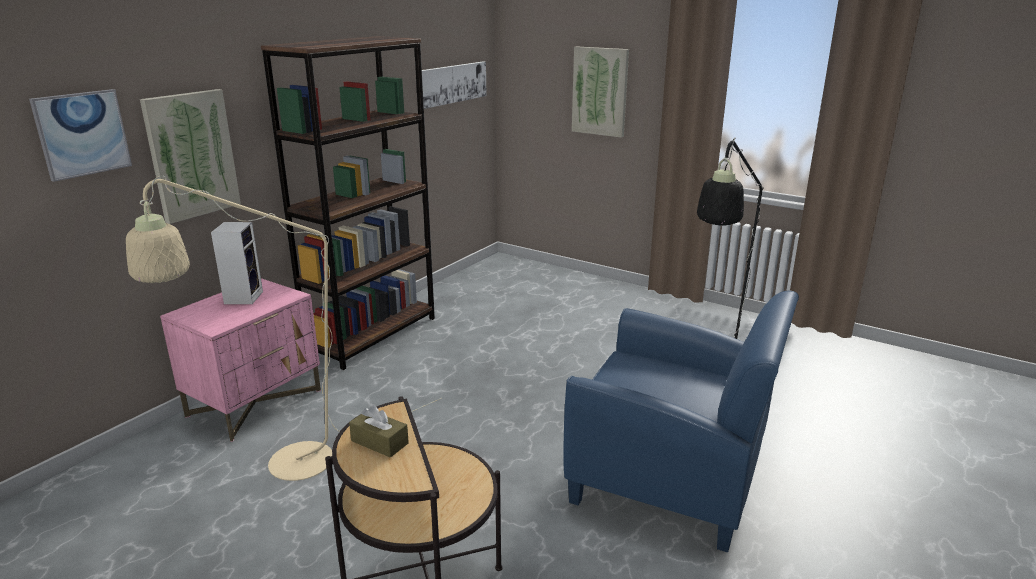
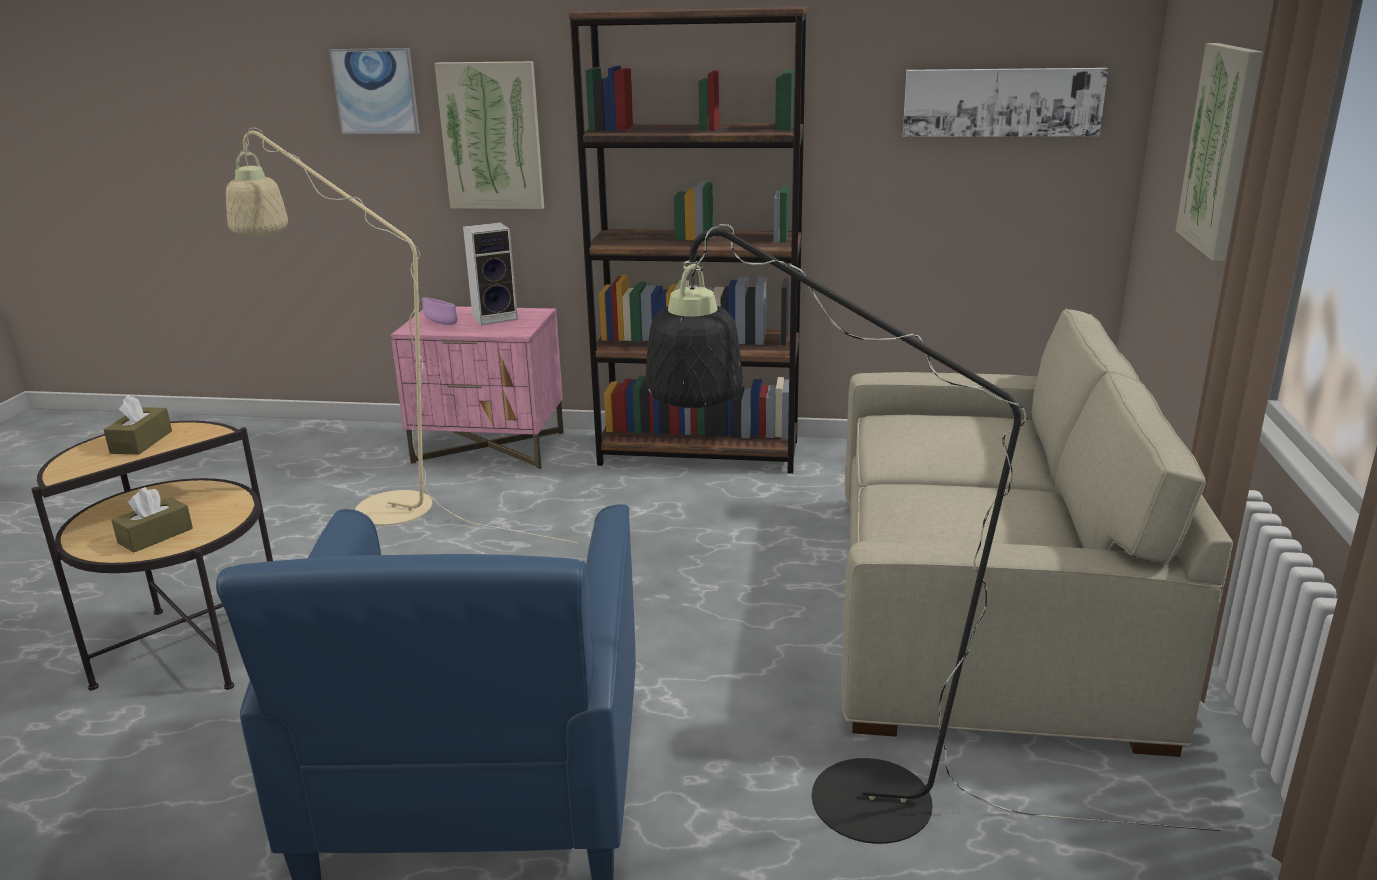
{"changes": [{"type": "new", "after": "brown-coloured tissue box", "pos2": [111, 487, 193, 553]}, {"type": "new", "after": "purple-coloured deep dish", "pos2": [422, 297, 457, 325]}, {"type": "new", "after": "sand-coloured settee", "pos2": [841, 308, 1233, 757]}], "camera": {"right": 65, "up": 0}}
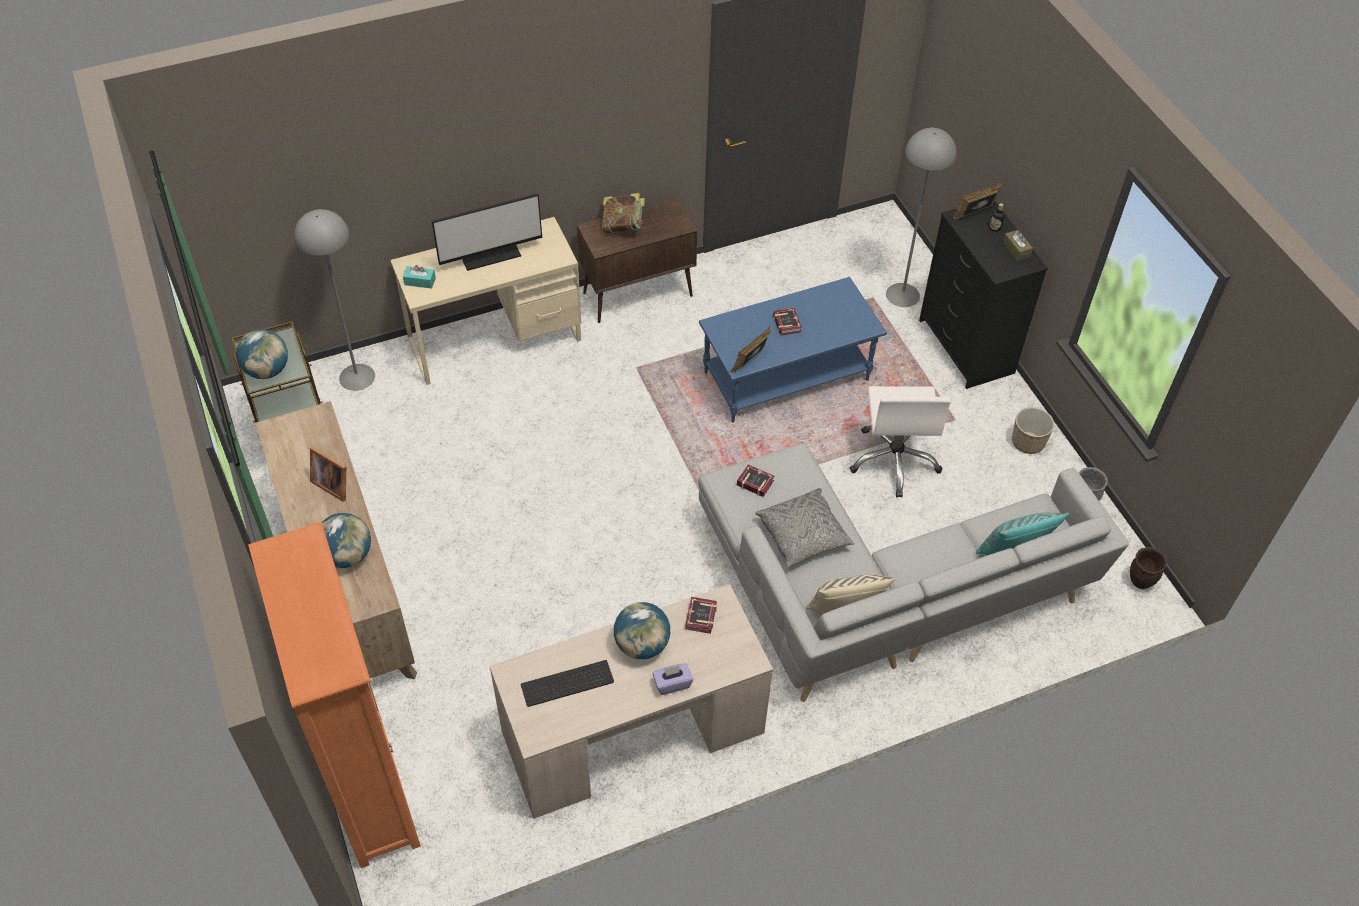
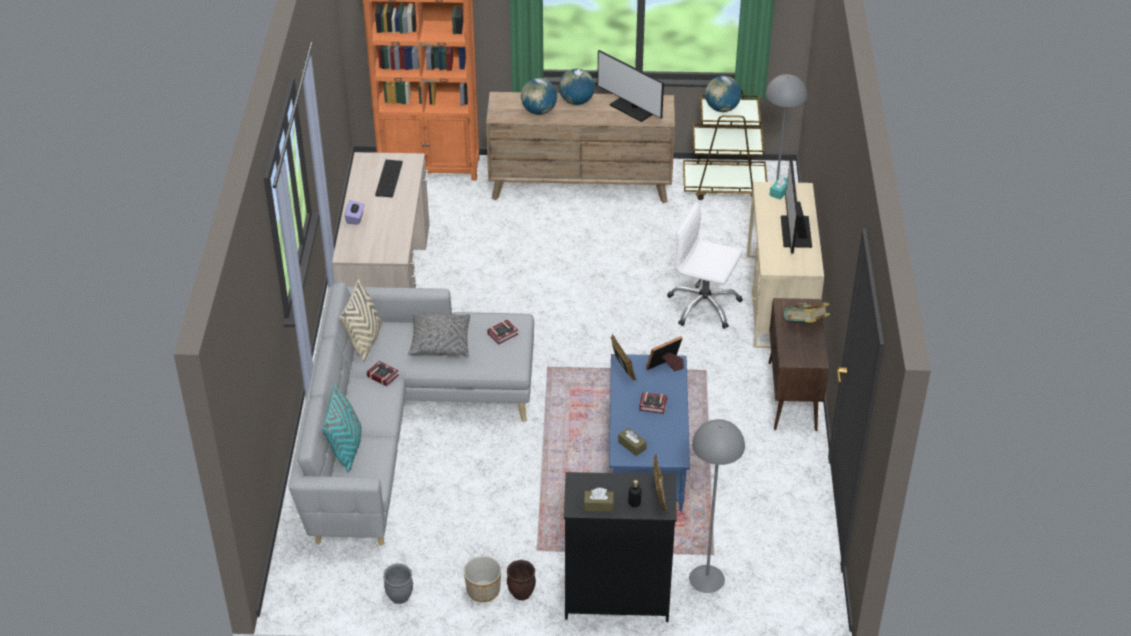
{"changes": [{"type": "new", "after": "computer screen", "pos2": [597, 50, 664, 122]}, {"type": "new", "after": "brown-coloured tissue box", "pos2": [618, 428, 647, 456]}, {"type": "shifted", "before": "picture frame", "pos1": [310, 446, 346, 502], "pos2": [646, 336, 684, 371]}, {"type": "shifted", "before": "desk globe", "pos1": [614, 602, 670, 659], "pos2": [559, 69, 595, 105]}, {"type": "shifted", "before": "volume", "pos1": [685, 597, 717, 634], "pos2": [367, 361, 399, 386]}, {"type": "shifted", "before": "white-coloured office chair", "pos1": [850, 386, 951, 498], "pos2": [667, 202, 743, 329]}, {"type": "shifted", "before": "brown-coloured flower pot", "pos1": [1130, 547, 1167, 589], "pos2": [507, 560, 536, 601]}], "camera": {"right": 115, "up": -10}}
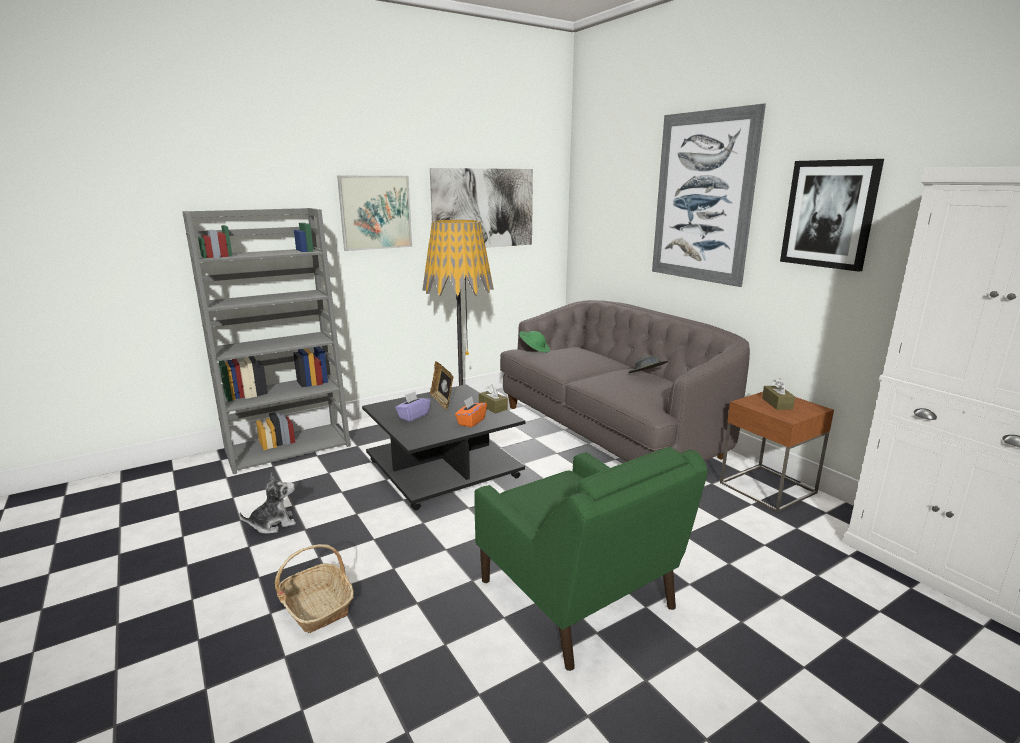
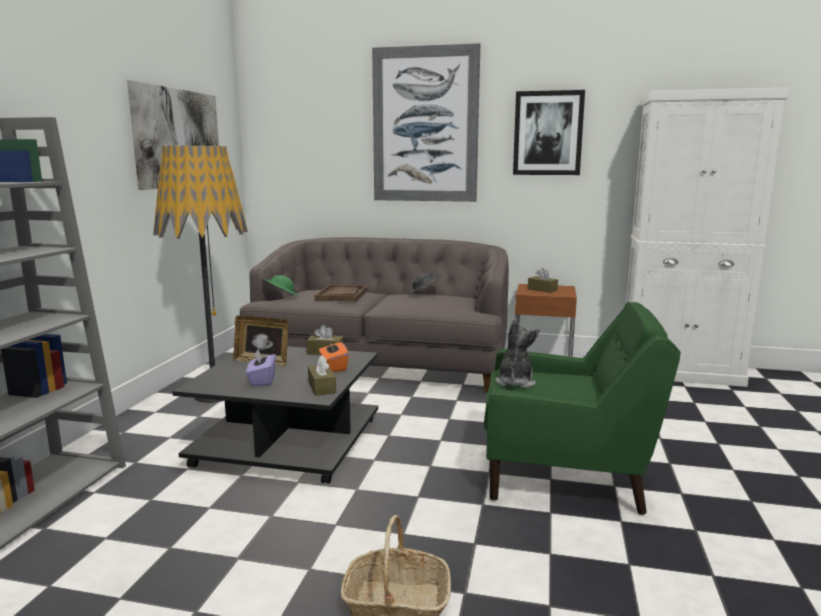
{"changes": [{"type": "gone", "before": "wall picture", "pos1": [337, 176, 412, 251]}, {"type": "new", "after": "brown-coloured tissue box", "pos2": [308, 355, 336, 396]}, {"type": "new", "after": "brown-coloured tray", "pos2": [315, 284, 367, 302]}, {"type": "shifted", "before": "plush toy", "pos1": [239, 473, 296, 534], "pos2": [495, 319, 539, 388]}], "camera": {"right": -45, "up": -5}}
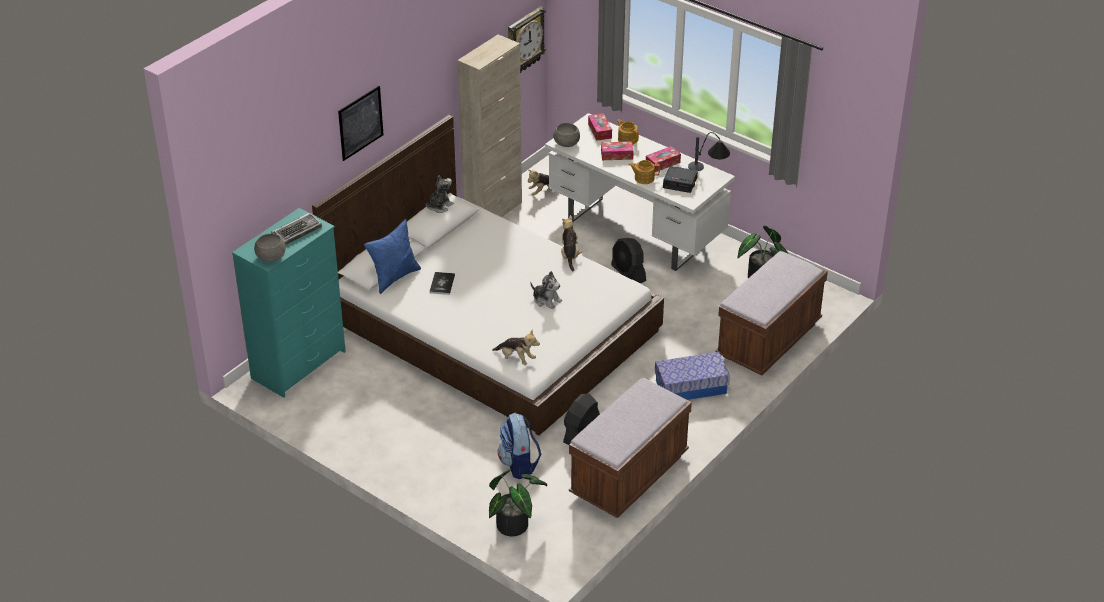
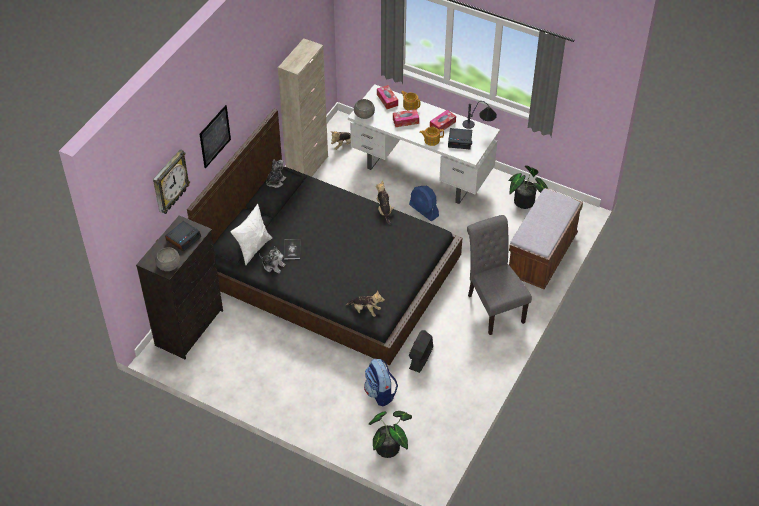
{"changes": [{"type": "gone", "before": "brown-coloured bench", "pos1": [569, 378, 692, 518]}, {"type": "shifted", "before": "hanging clock", "pos1": [508, 6, 546, 73], "pos2": [153, 149, 190, 214]}, {"type": "shifted", "before": "plush toy", "pos1": [530, 271, 562, 309], "pos2": [259, 246, 285, 273]}, {"type": "swapped", "before": "keyboard", "after": "bedside clock", "pos1": [271, 213, 322, 245], "pos2": [165, 221, 201, 252]}, {"type": "swapped", "before": "storage bin", "after": "greyish upright chair", "pos1": [655, 352, 730, 400], "pos2": [467, 215, 532, 335]}, {"type": "repainted", "before": "turquoise chest of drawers", "after": "blackish chest of drawers", "pos1": [232, 208, 346, 398], "pos2": [136, 215, 223, 359]}, {"type": "repainted", "before": "white-coloured bedroom bed", "after": "blackish bedroom bed", "pos1": [312, 115, 664, 435], "pos2": [187, 109, 462, 366]}, {"type": "repainted", "before": "bluish pillow", "after": "white-coloured pillow", "pos1": [364, 219, 421, 294], "pos2": [231, 204, 272, 265]}, {"type": "repainted", "before": "blackish electric fan", "after": "bluish electric fan", "pos1": [611, 238, 646, 283], "pos2": [409, 186, 439, 221]}], "camera": {"right": -10, "up": 10}}
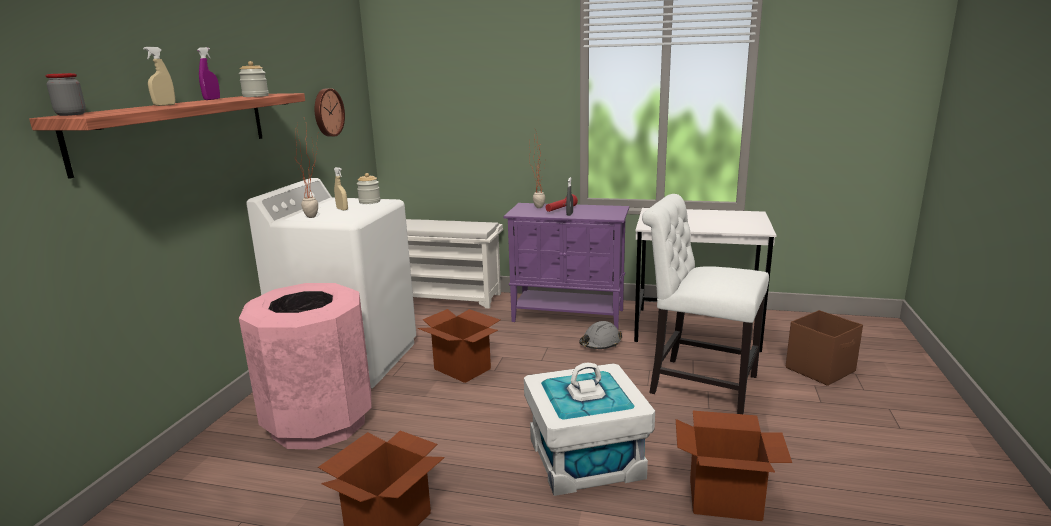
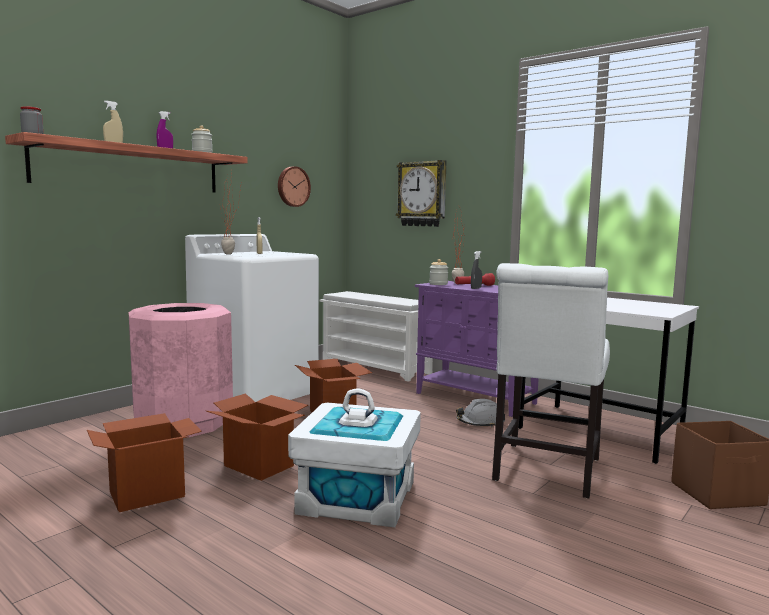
{"changes": [{"type": "new", "after": "hanging clock", "pos2": [396, 160, 447, 227]}, {"type": "shifted", "before": "storage jar", "pos1": [357, 173, 380, 204], "pos2": [429, 259, 448, 285]}, {"type": "shifted", "before": "packing box", "pos1": [676, 411, 792, 521], "pos2": [206, 393, 308, 481]}, {"type": "rotated", "before": "white-coloured upright chair", "pos1": [642, 194, 769, 414], "pos2": [492, 263, 610, 498], "turn": -120}], "camera": {"right": 25, "up": -10}}
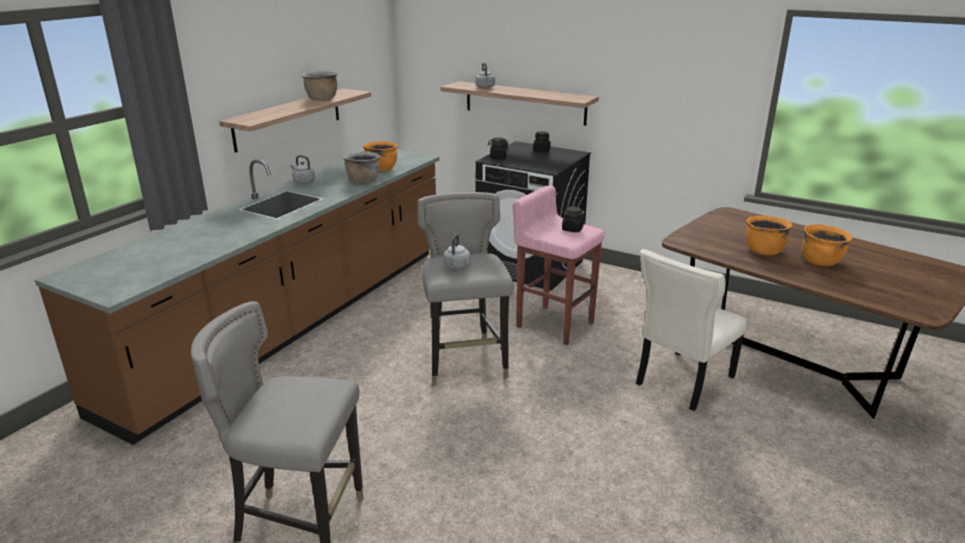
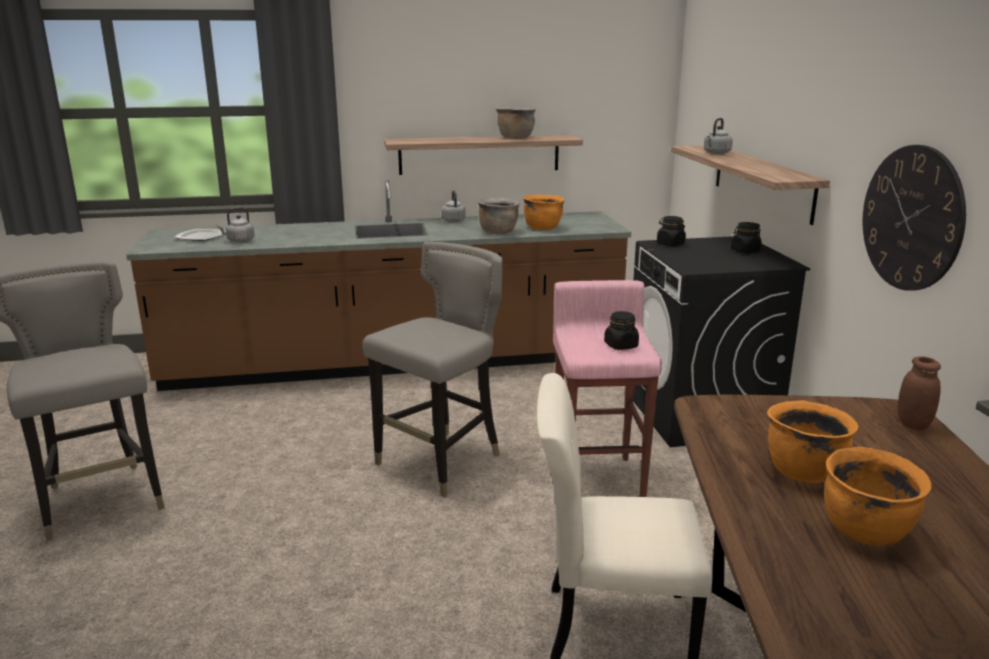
{"changes": [{"type": "new", "after": "dinner plate", "pos2": [174, 229, 226, 241]}, {"type": "new", "after": "hanging clock", "pos2": [863, 145, 966, 291]}, {"type": "new", "after": "brown-coloured storage jar", "pos2": [898, 356, 941, 430]}, {"type": "shifted", "before": "greyish kettle", "pos1": [444, 234, 470, 269], "pos2": [217, 207, 255, 243]}], "camera": {"right": 50, "up": -5}}
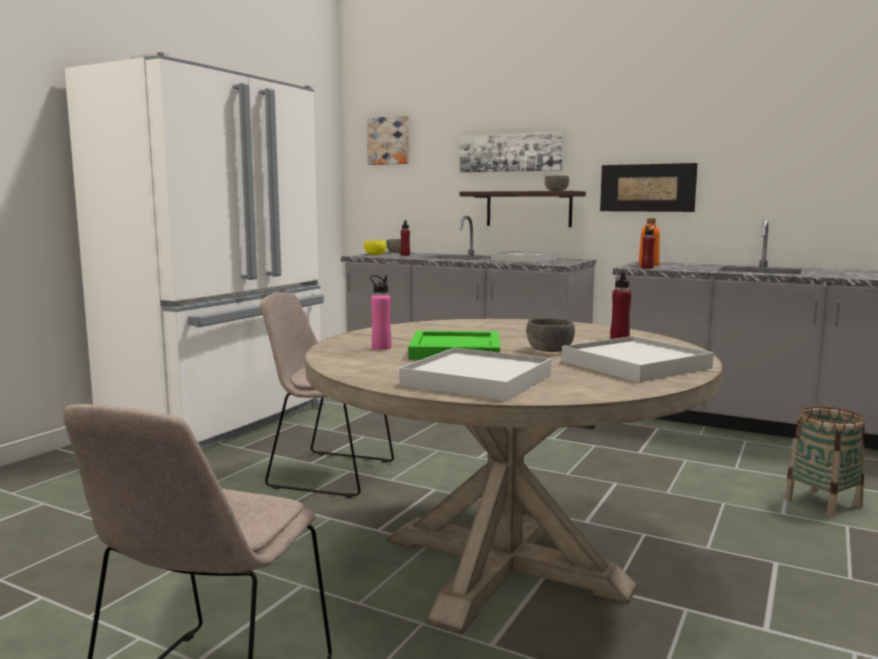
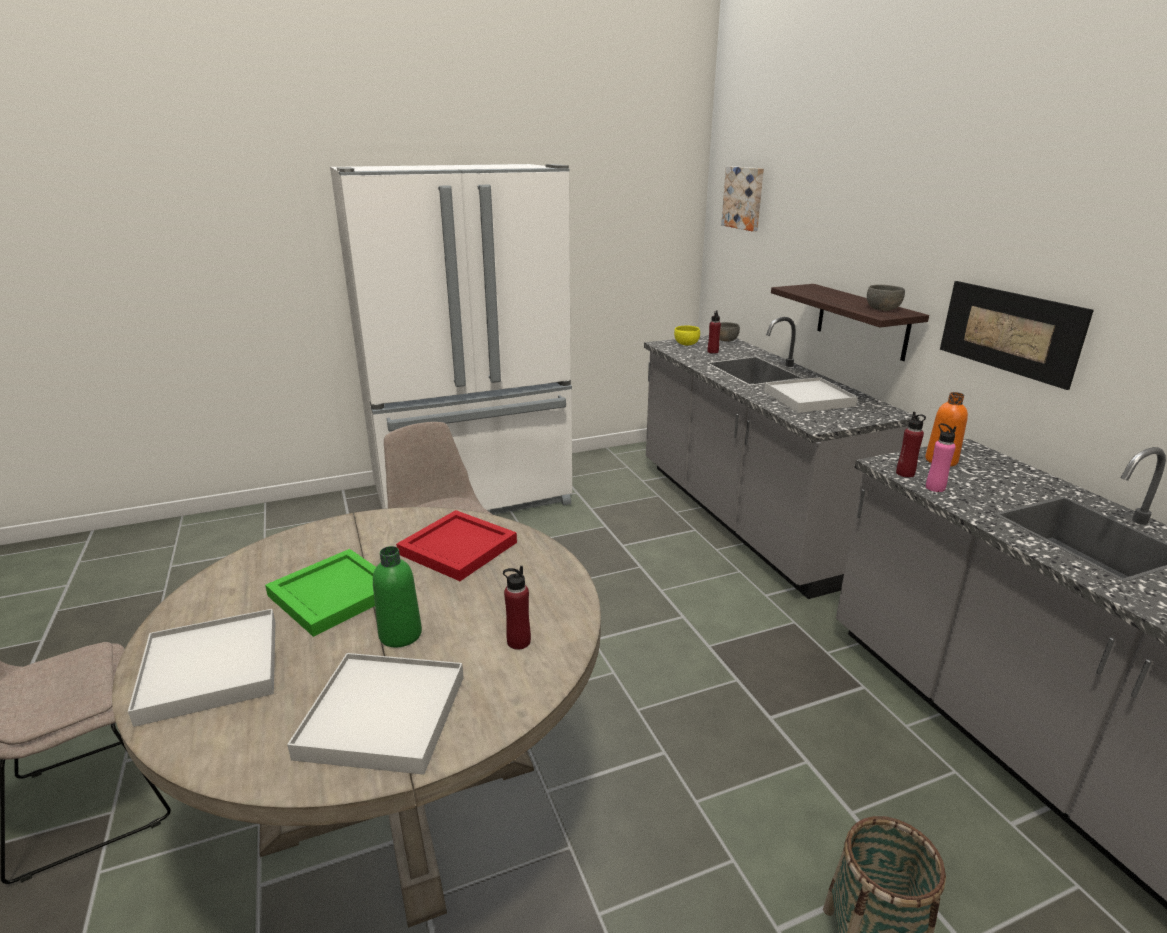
{"changes": [{"type": "gone", "before": "wall picture", "pos1": [460, 131, 563, 173]}, {"type": "new", "after": "reddish tray", "pos2": [396, 510, 517, 581]}, {"type": "shifted", "before": "pink-coloured beverage bottle", "pos1": [370, 275, 392, 350], "pos2": [926, 423, 956, 492]}, {"type": "swapped", "before": "greyish deep dish", "after": "green beverage bottle", "pos1": [526, 318, 575, 352], "pos2": [373, 546, 422, 647]}], "camera": {"right": 40, "up": 15}}
